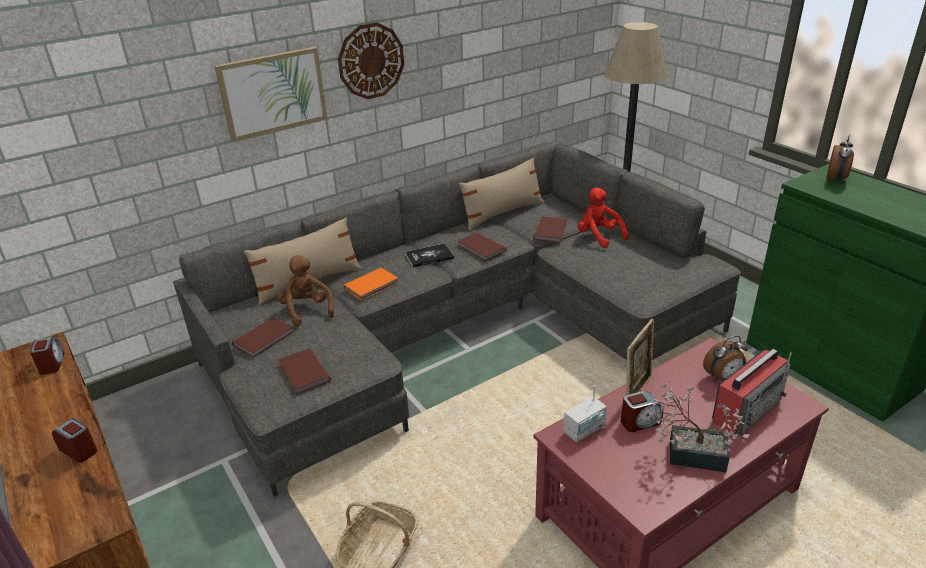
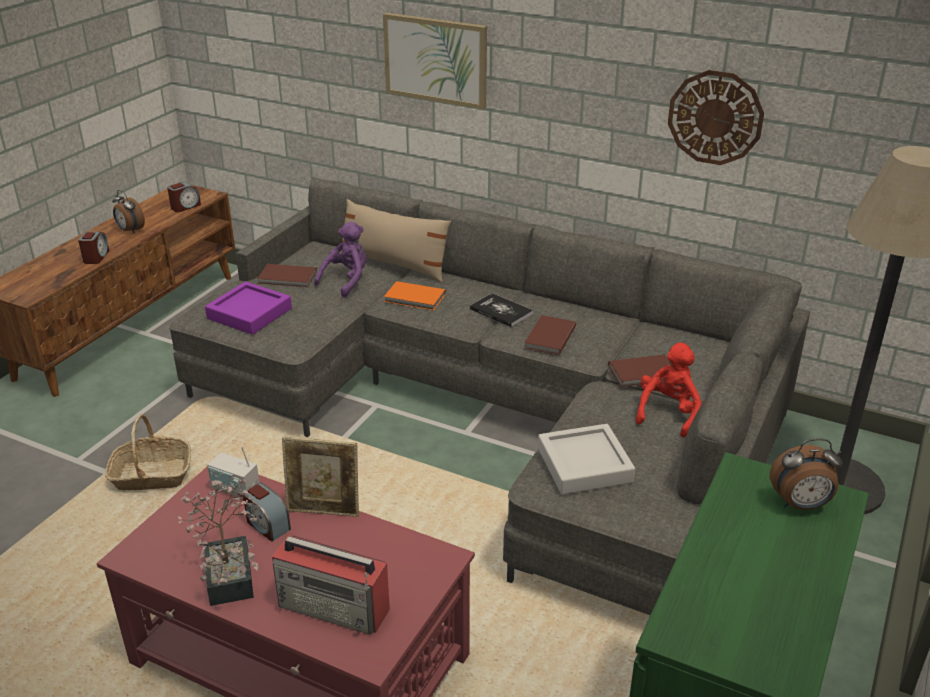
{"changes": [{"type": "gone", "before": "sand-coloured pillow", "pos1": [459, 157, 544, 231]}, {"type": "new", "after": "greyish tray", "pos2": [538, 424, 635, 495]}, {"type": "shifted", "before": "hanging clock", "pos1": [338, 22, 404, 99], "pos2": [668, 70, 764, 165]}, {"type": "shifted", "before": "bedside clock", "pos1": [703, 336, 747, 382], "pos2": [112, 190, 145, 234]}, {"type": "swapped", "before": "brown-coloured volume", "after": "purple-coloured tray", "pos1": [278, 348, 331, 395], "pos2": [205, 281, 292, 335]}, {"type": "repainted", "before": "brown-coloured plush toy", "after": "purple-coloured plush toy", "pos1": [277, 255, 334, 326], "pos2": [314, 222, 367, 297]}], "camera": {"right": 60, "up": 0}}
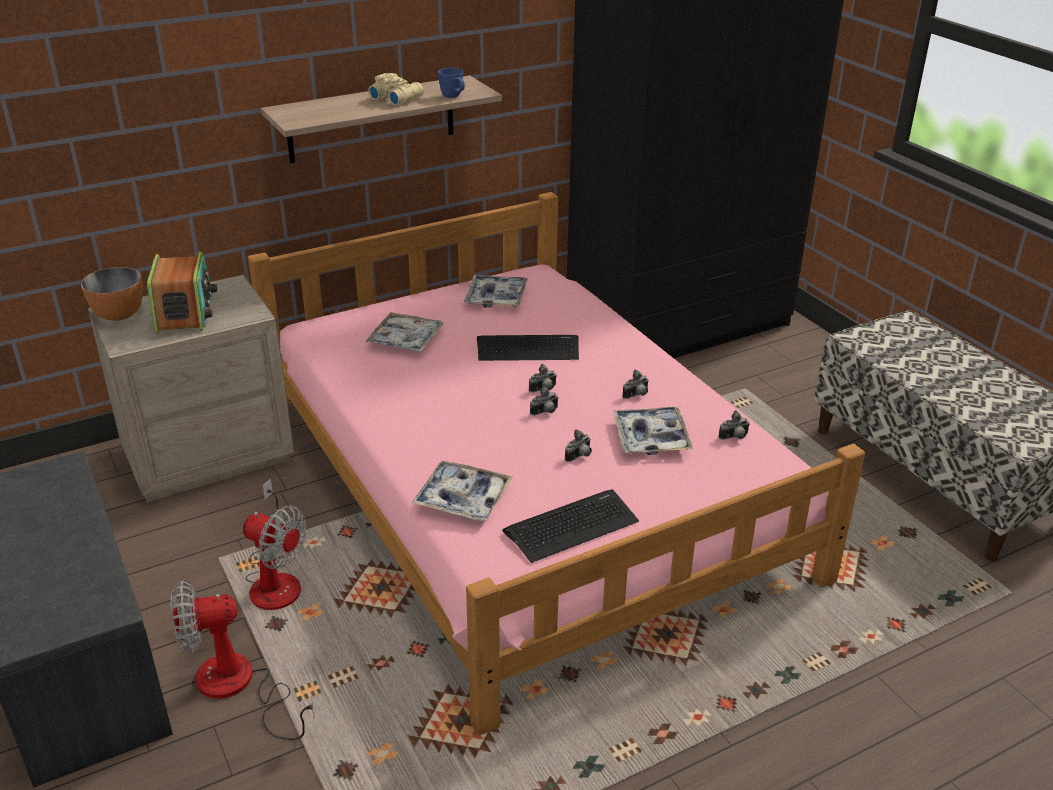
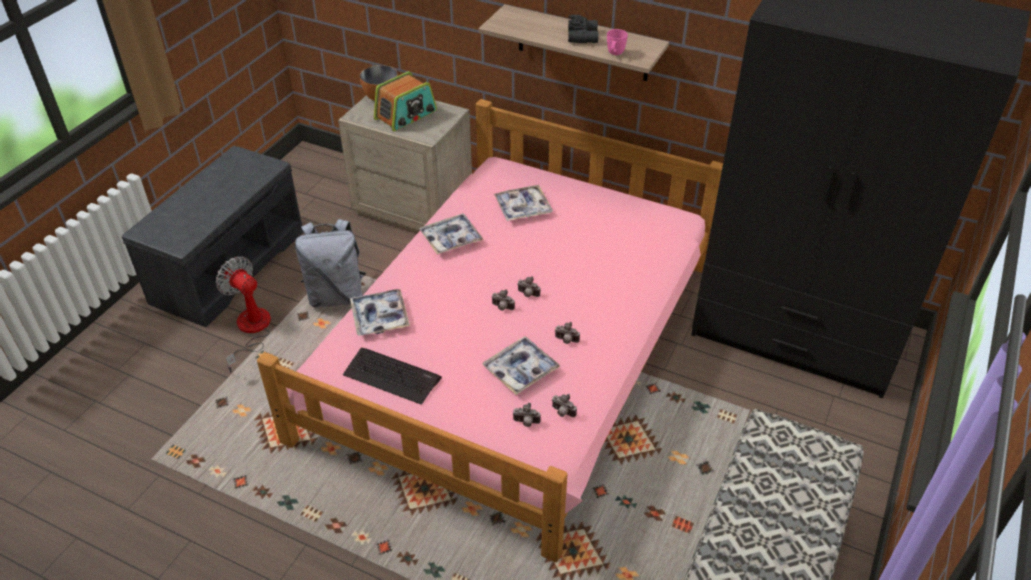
{"changes": [{"type": "gone", "before": "keyboard", "pos1": [477, 335, 579, 361]}, {"type": "shifted", "before": "tray", "pos1": [464, 275, 528, 308], "pos2": [419, 213, 484, 255]}, {"type": "shifted", "before": "still camera", "pos1": [565, 429, 592, 462], "pos2": [513, 403, 541, 427]}, {"type": "swapped", "before": "electric fan", "after": "greyish rucksack", "pos1": [243, 479, 306, 610], "pos2": [295, 219, 366, 307]}, {"type": "repainted", "before": "sand-coloured pair of binoculars", "after": "blackish pair of binoculars", "pos1": [368, 73, 424, 105], "pos2": [568, 15, 598, 43]}, {"type": "repainted", "before": "bluish mug", "after": "pink-coloured mug", "pos1": [438, 68, 465, 98], "pos2": [607, 29, 628, 55]}], "camera": {"right": 55, "up": 10}}
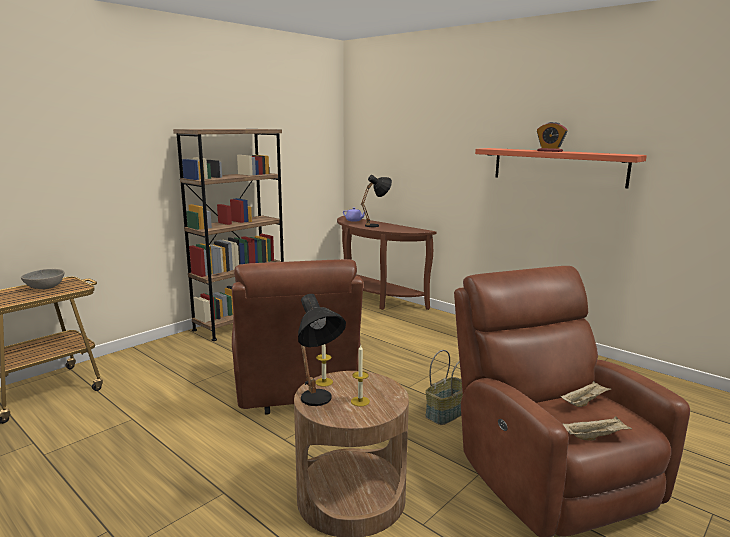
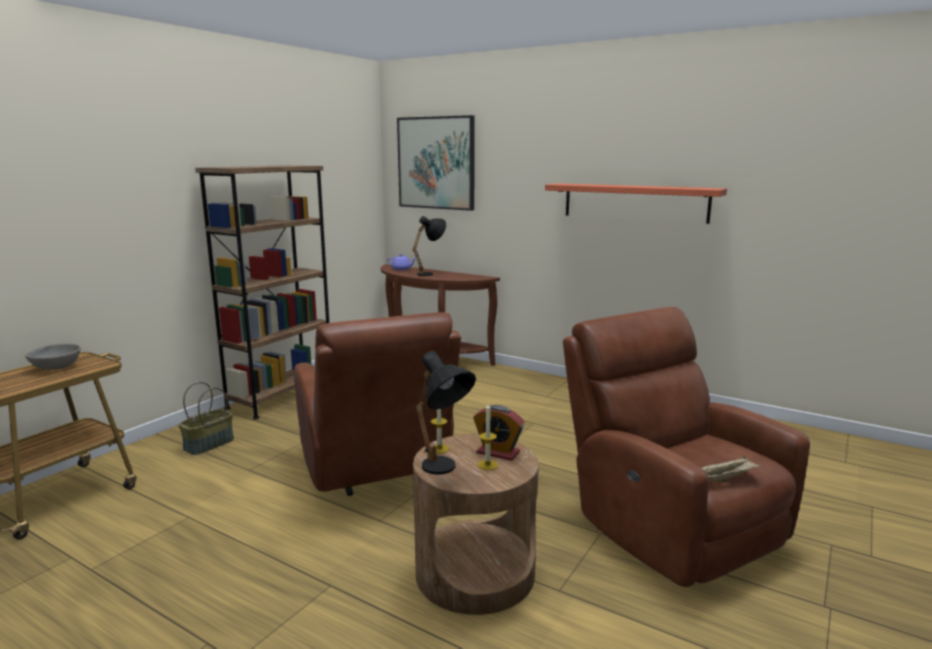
{"changes": [{"type": "gone", "before": "sand-coloured tray", "pos1": [561, 381, 611, 407]}, {"type": "new", "after": "wall picture", "pos2": [397, 115, 475, 211]}, {"type": "shifted", "before": "basket", "pos1": [425, 350, 463, 425], "pos2": [179, 382, 234, 455]}, {"type": "shifted", "before": "bedside clock", "pos1": [537, 122, 568, 152], "pos2": [473, 405, 525, 461]}], "camera": {"right": -10, "up": 0}}
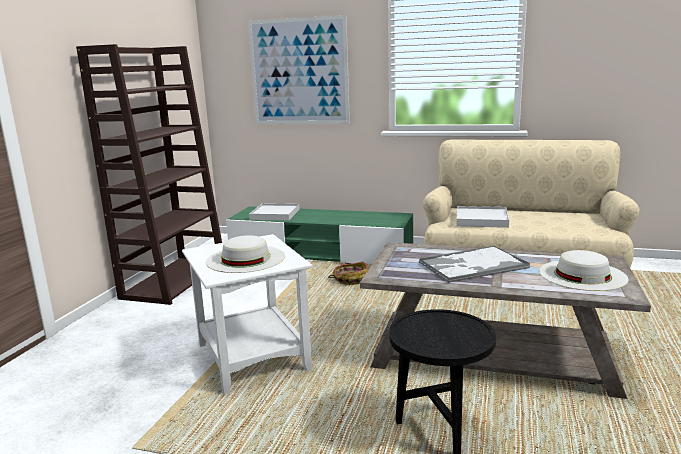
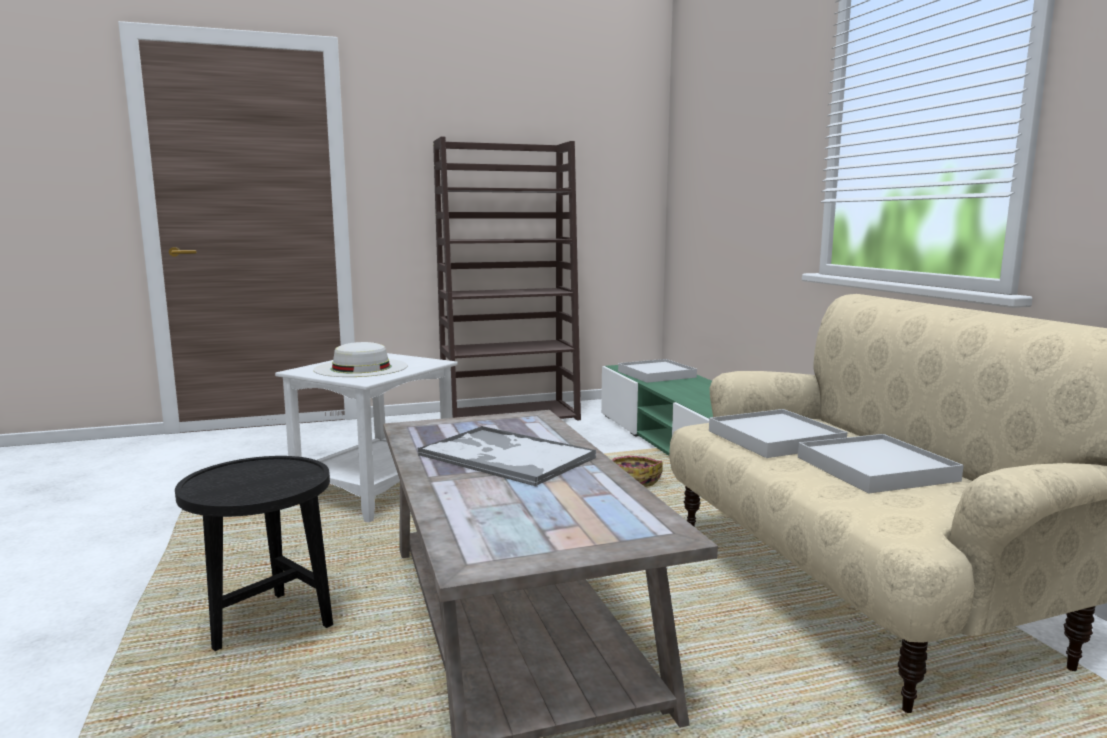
{"changes": [{"type": "gone", "before": "wall picture", "pos1": [248, 15, 350, 124]}, {"type": "gone", "before": "white-coloured clothing hat", "pos1": [539, 250, 629, 291]}, {"type": "new", "after": "white-coloured tray", "pos2": [798, 434, 964, 494]}], "camera": {"right": 55, "up": -5}}
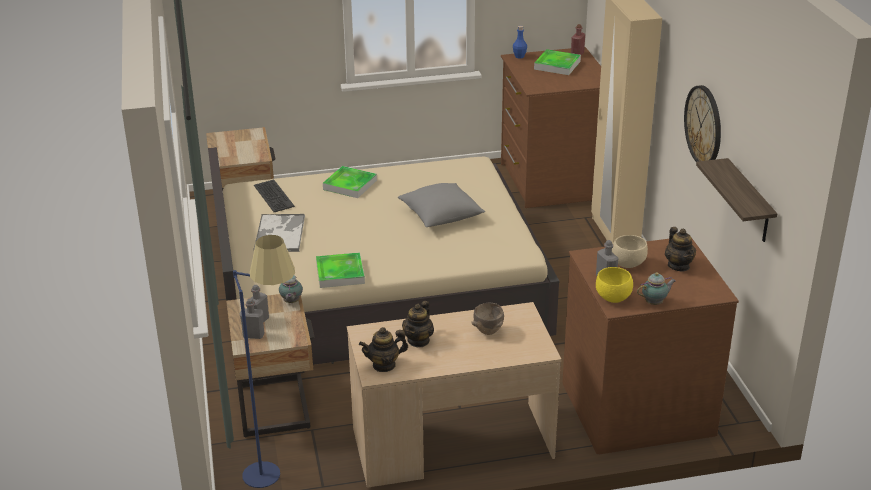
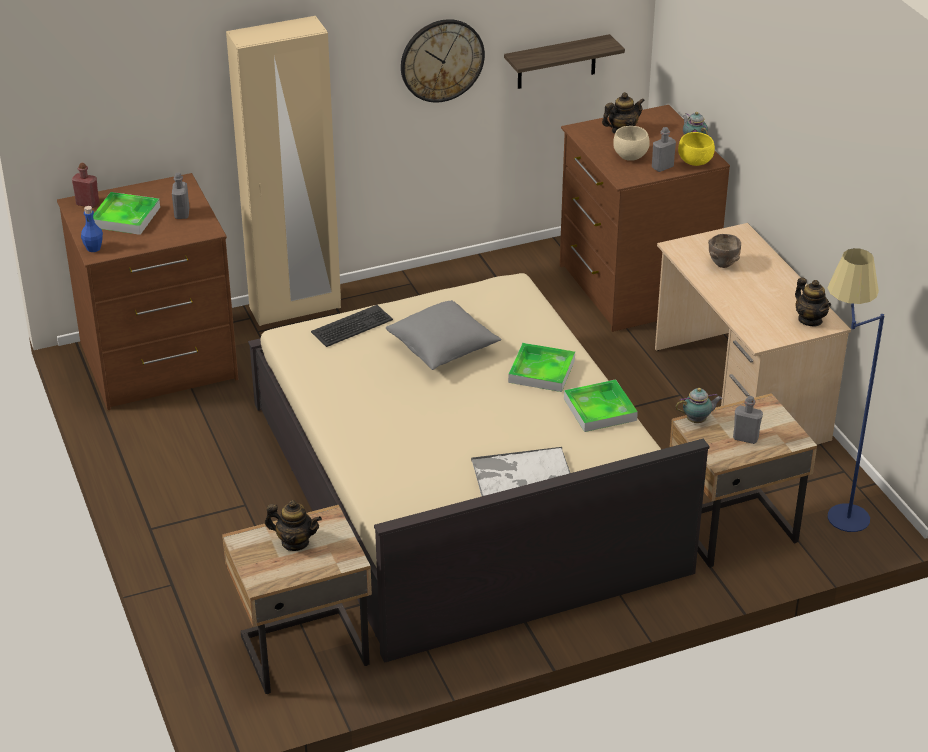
{"changes": [{"type": "shifted", "before": "greyish beverage bottle", "pos1": [240, 298, 264, 339], "pos2": [172, 173, 189, 219]}, {"type": "shifted", "before": "keyboard", "pos1": [254, 180, 295, 212], "pos2": [311, 305, 393, 347]}, {"type": "shifted", "before": "tray", "pos1": [323, 166, 377, 198], "pos2": [508, 343, 575, 392]}, {"type": "shifted", "before": "pot for tea", "pos1": [402, 301, 434, 347], "pos2": [265, 500, 322, 551]}], "camera": {"right": -100, "up": 5}}
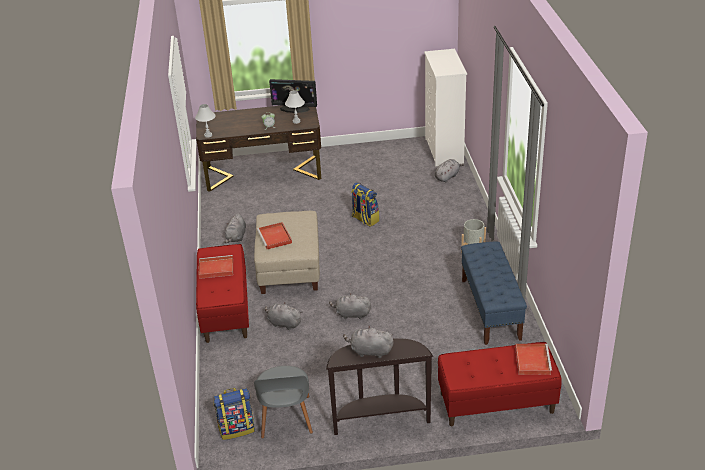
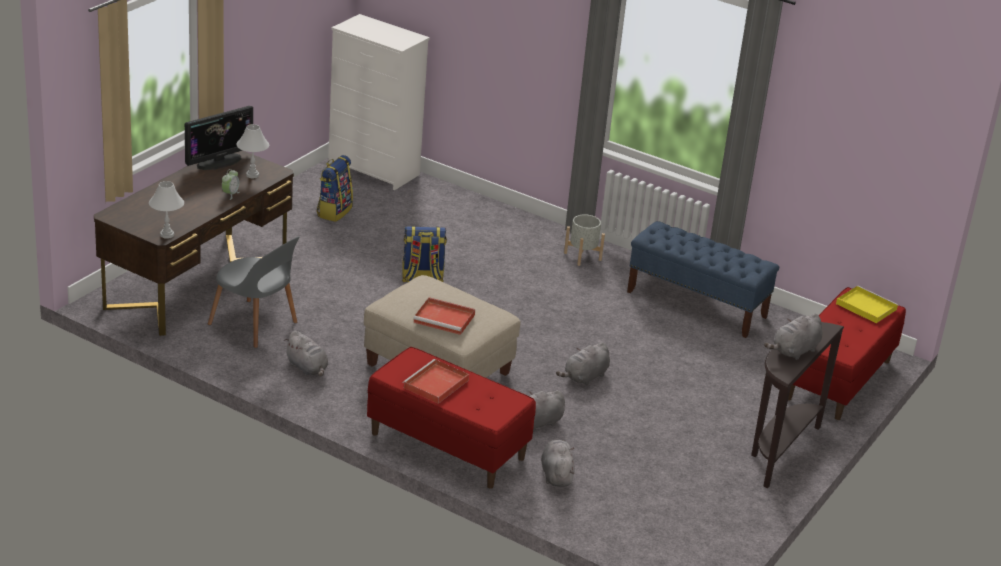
{"changes": [{"type": "shifted", "before": "rucksack", "pos1": [214, 388, 255, 440], "pos2": [317, 155, 353, 222]}, {"type": "shifted", "before": "greyish upright chair", "pos1": [254, 366, 313, 439], "pos2": [208, 236, 300, 348]}, {"type": "shifted", "before": "greyish plush toy", "pos1": [435, 159, 464, 182], "pos2": [541, 440, 575, 487]}, {"type": "repainted", "before": "reddish tray", "after": "yellow-coloured tray", "pos1": [515, 344, 552, 375], "pos2": [836, 286, 898, 324]}], "camera": {"right": -55, "up": -5}}
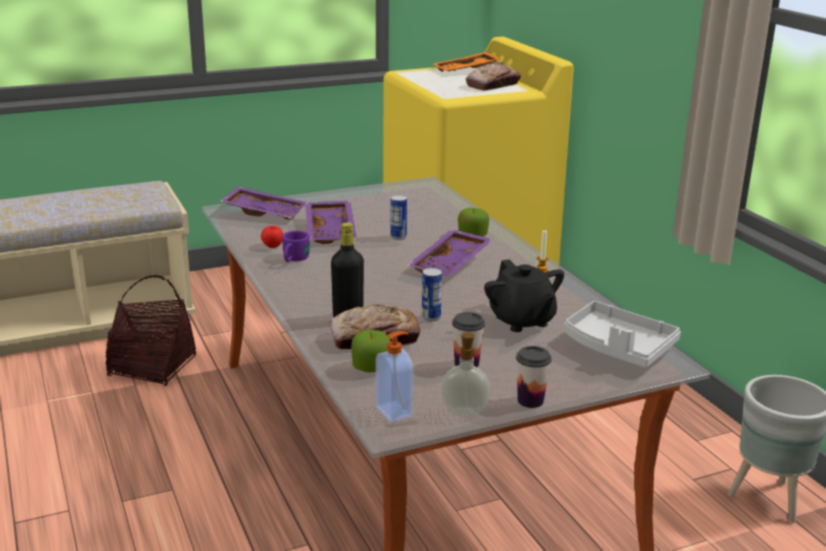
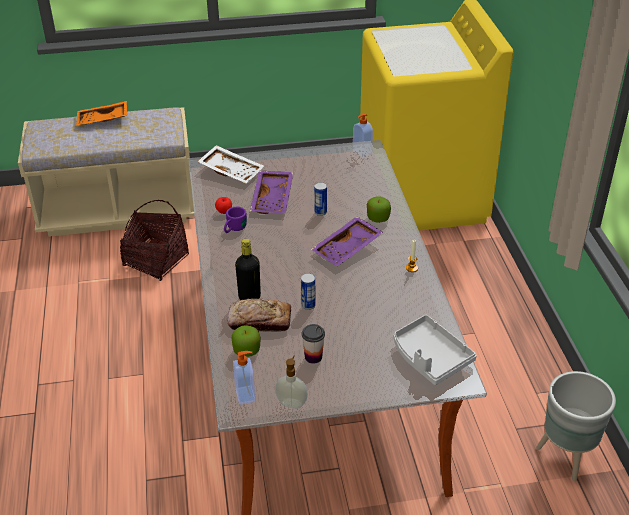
{"changes": [{"type": "gone", "before": "baked bread", "pos1": [466, 62, 521, 91]}, {"type": "gone", "before": "blackish pot for tea", "pos1": [484, 259, 564, 332]}, {"type": "gone", "before": "small cup", "pos1": [516, 346, 552, 408]}, {"type": "new", "after": "soap dispenser", "pos2": [353, 113, 373, 157]}, {"type": "shifted", "before": "orangey tray", "pos1": [433, 52, 501, 72], "pos2": [76, 101, 127, 126]}, {"type": "repainted", "before": "purple-coloured tray", "after": "white-coloured tray", "pos1": [221, 186, 307, 220], "pos2": [197, 145, 264, 184]}], "camera": {"right": 15, "up": 15}}
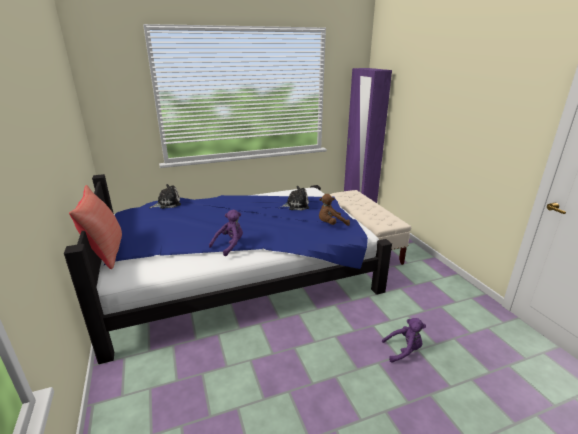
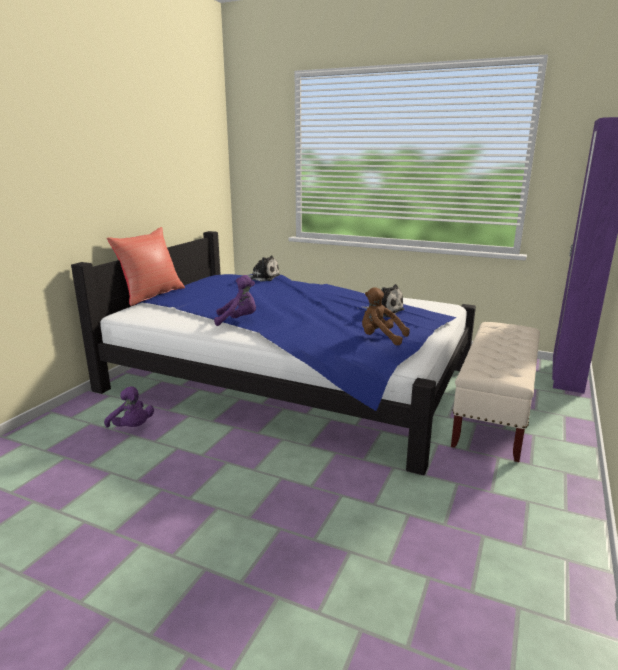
{"changes": [{"type": "shifted", "before": "purple-coloured plush toy", "pos1": [382, 318, 426, 363], "pos2": [104, 386, 154, 428]}], "camera": {"right": 45, "up": -5}}
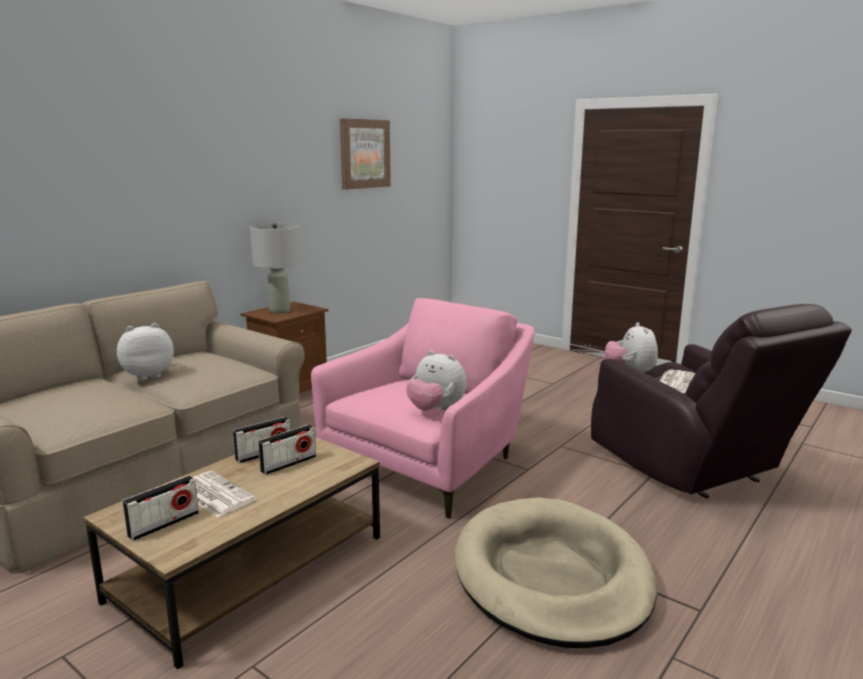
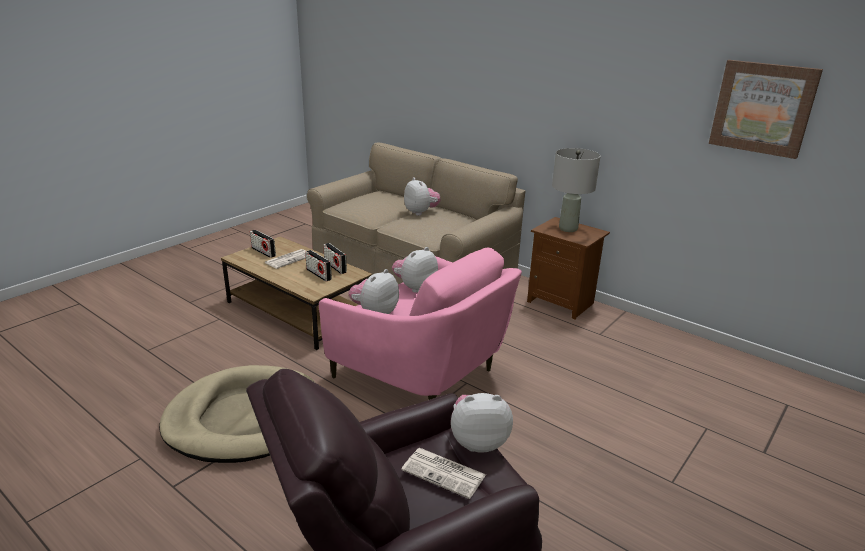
{"changes": [{"type": "new", "after": "plush toy", "pos2": [392, 247, 438, 293]}], "camera": {"right": 90, "up": 10}}
